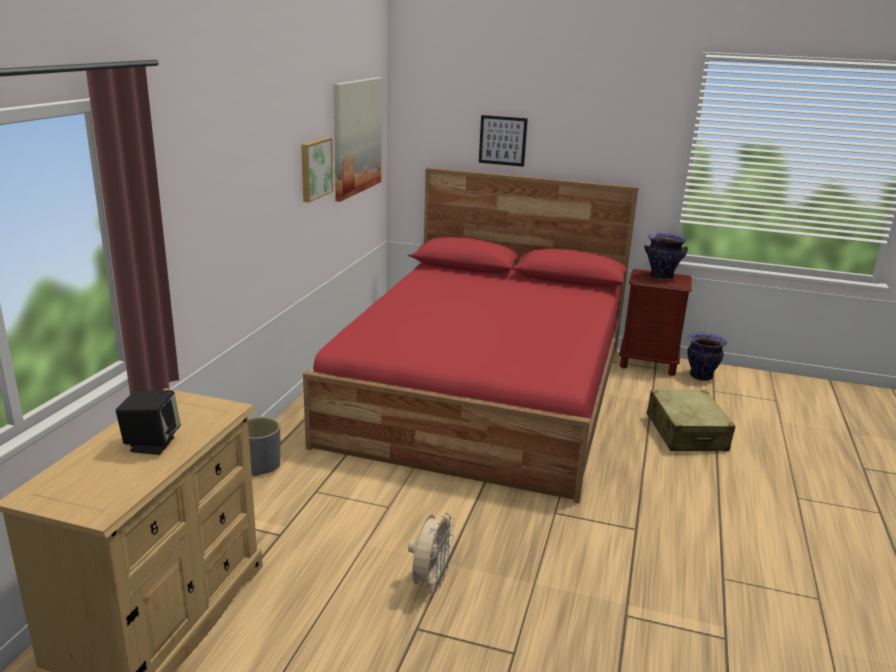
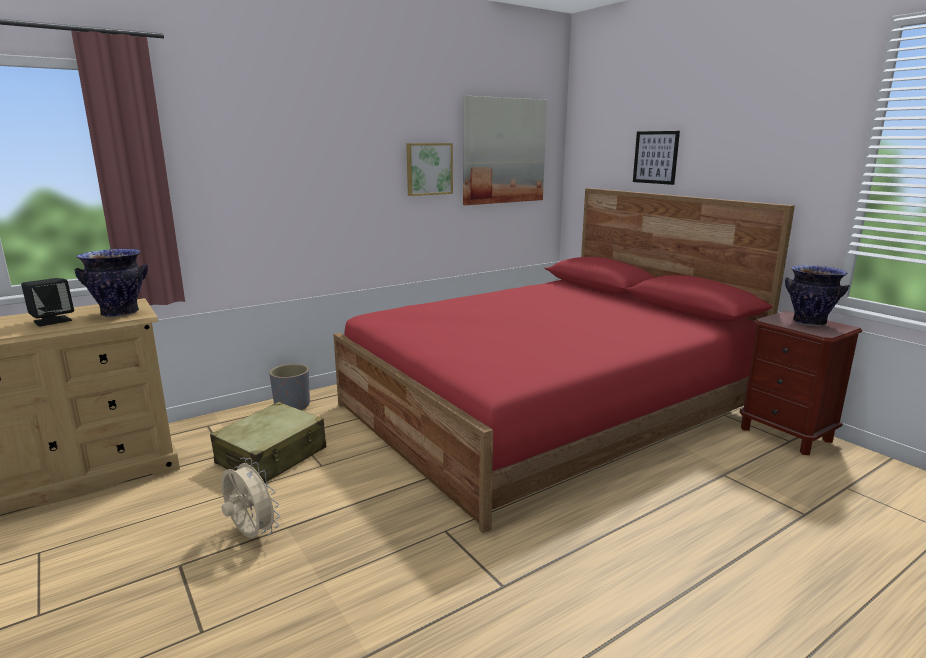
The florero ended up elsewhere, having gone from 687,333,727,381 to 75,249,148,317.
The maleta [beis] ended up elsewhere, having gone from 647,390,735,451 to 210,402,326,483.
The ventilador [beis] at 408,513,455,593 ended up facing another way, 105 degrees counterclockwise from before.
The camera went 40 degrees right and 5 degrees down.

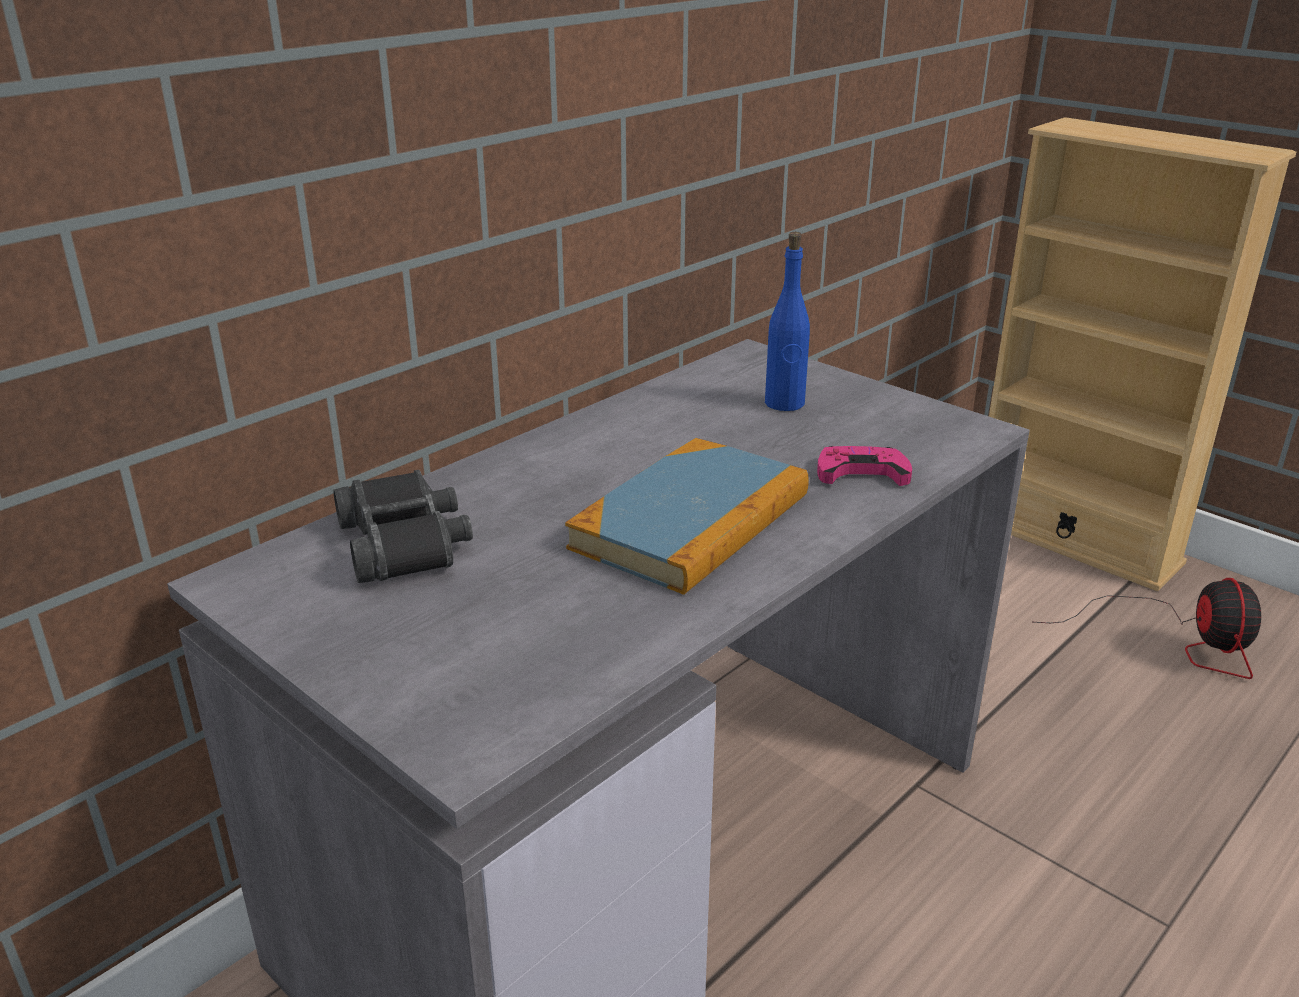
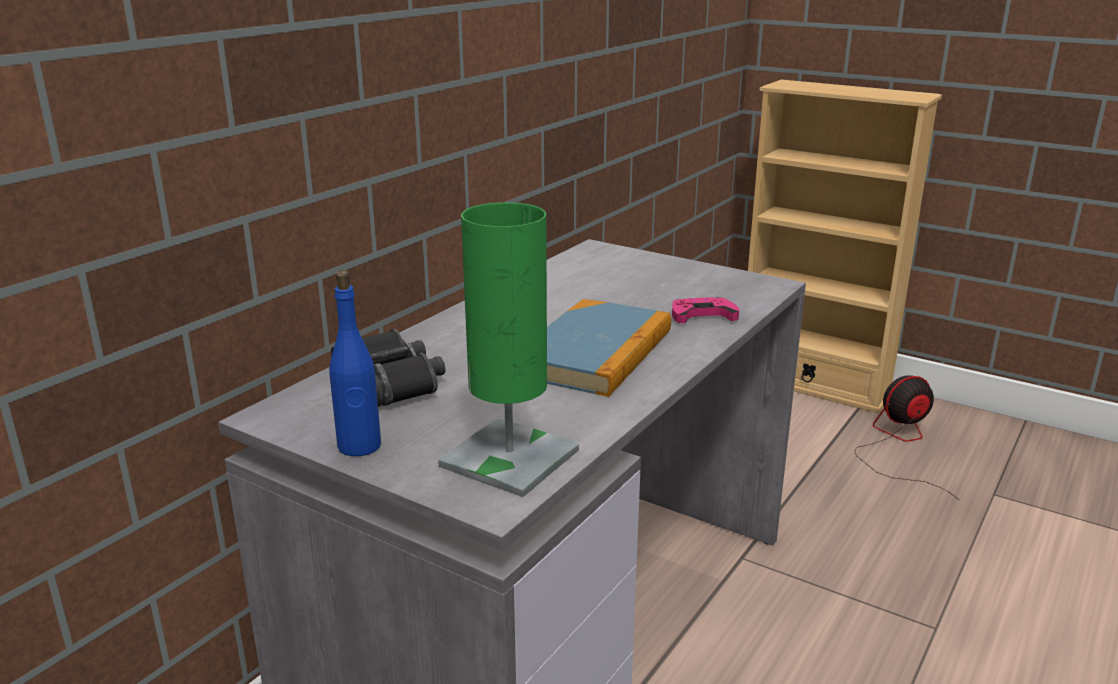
The botella [azul] ended up elsewhere, having gone from 765,232,810,411 to 329,270,381,456.
The ventilador at 1035,578,1261,679 ended up facing another way, 105 degrees counterclockwise from before.
The second view gained the lámpara de mesa [verde] at 438,202,579,497.
The camera went 10 degrees left and 5 degrees down.

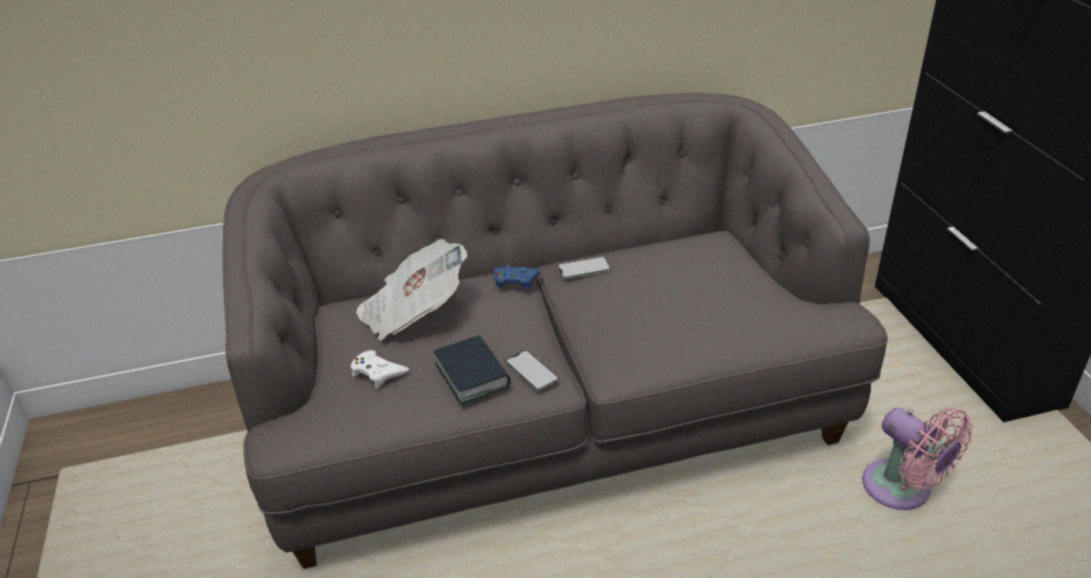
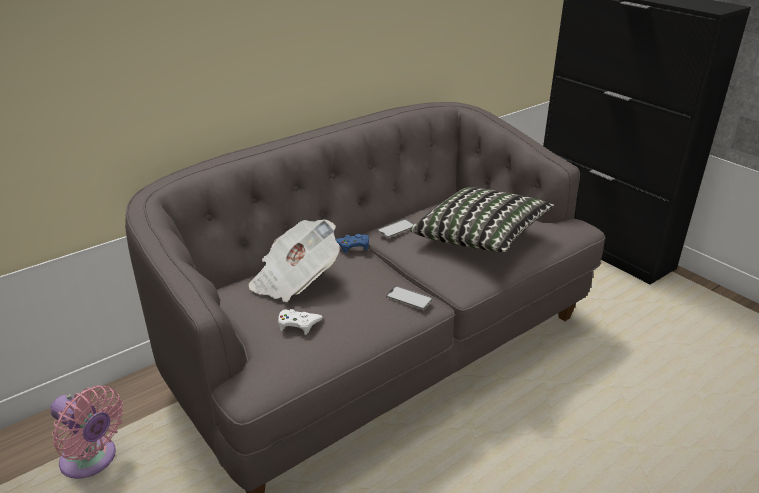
The second view lost the libro at 434,335,510,405.
The ventilador [rosa] ended up elsewhere, having gone from 862,408,973,510 to 50,385,124,479.
The second view gained the cojín at 410,187,554,252.
The camera went 25 degrees left and 5 degrees down.

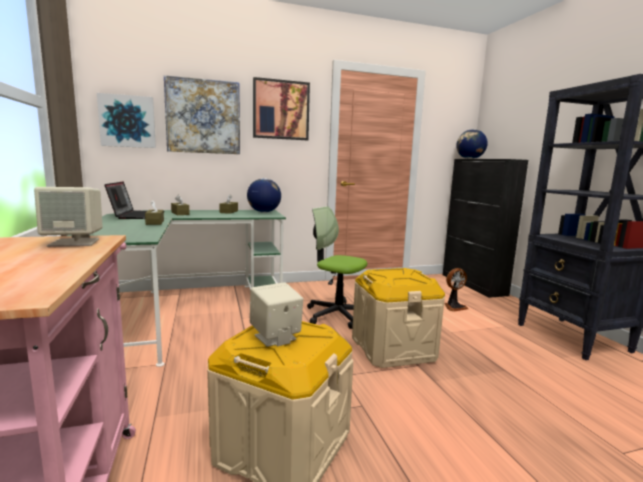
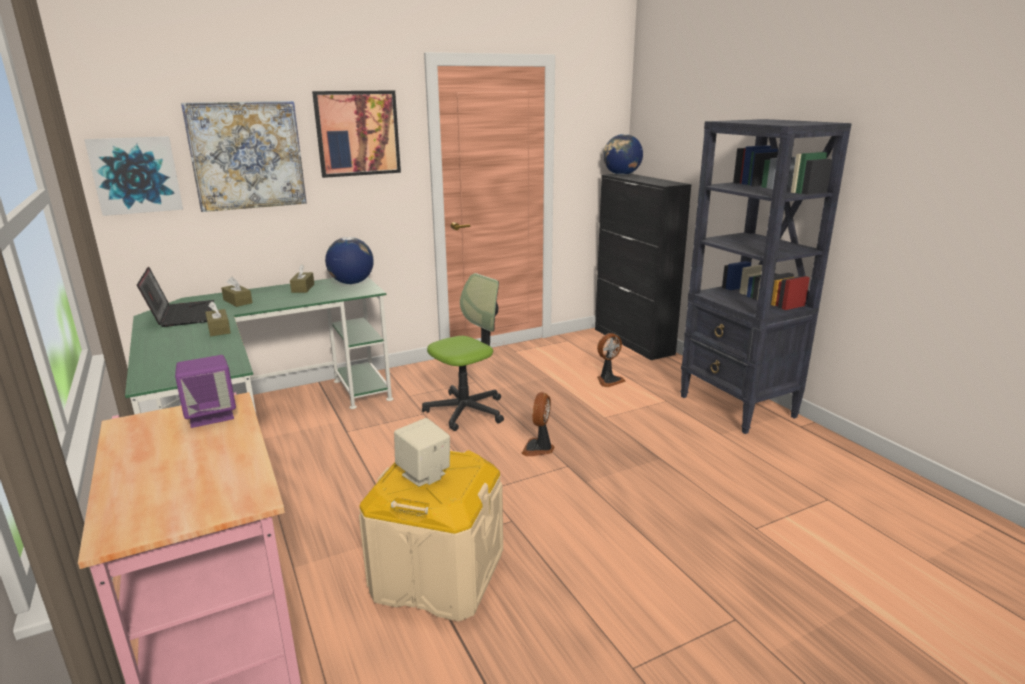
What was the altavoz [beis] at 34,187,103,247 turned into the altavoz [morado] at 175,355,236,428.
The silla de oficina at 307,206,367,329 ended up facing another way, 120 degrees clockwise from before.
Where the caja de almacenaje [beis] stood at 352,268,445,368, the ventilador came to stand at 521,392,554,456.
The camera went 10 degrees left and 10 degrees up.

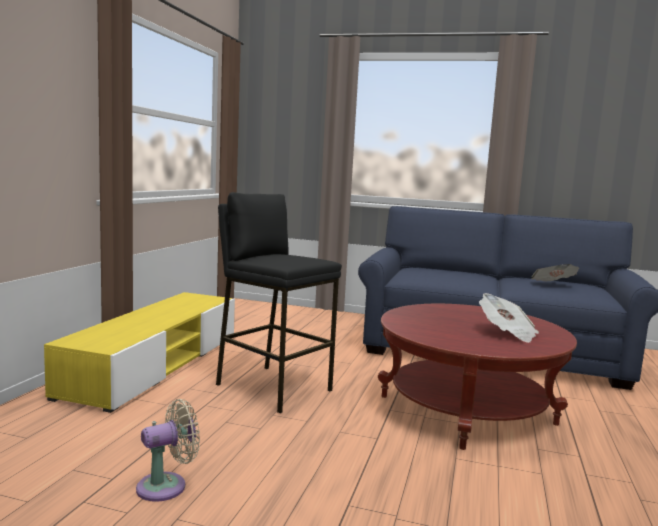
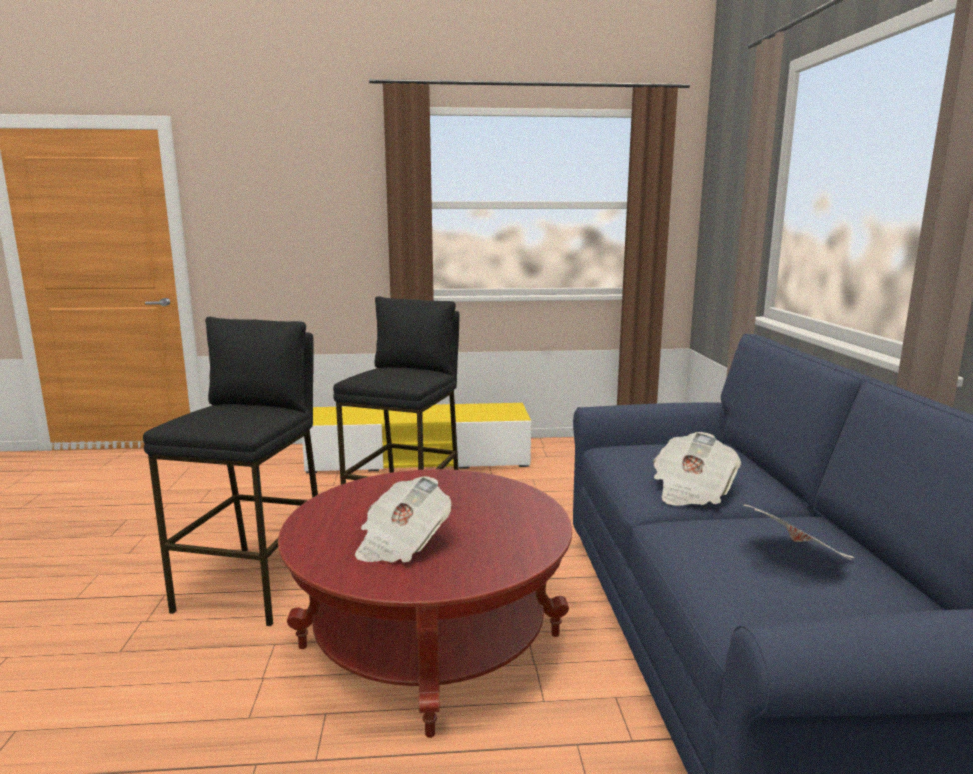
The second view lost the ventilador [beis] at 136,399,200,502.
The second view gained the taburete [negro] at 143,317,318,626.
The second view gained the periódico at 653,432,741,506.
The camera went 70 degrees right and 5 degrees up.

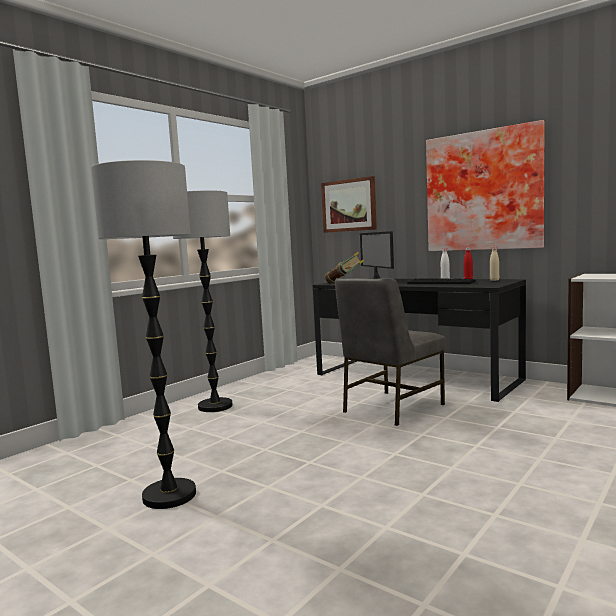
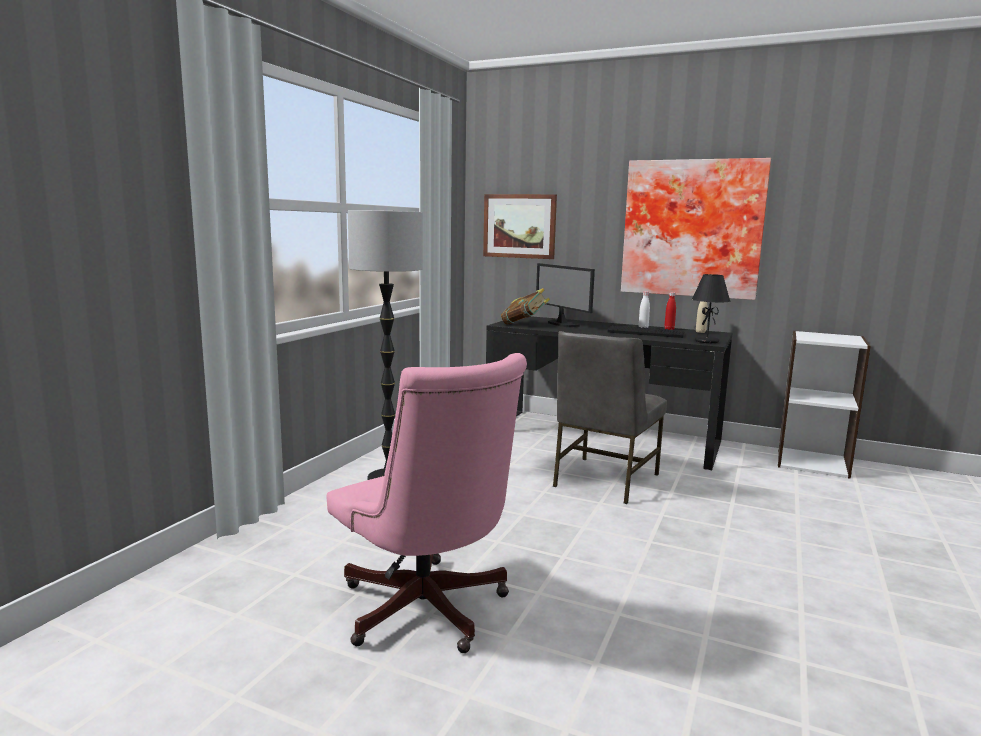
Where the lámpara de pie stood at 91,160,196,509, the silla de oficina [rosa] came to stand at 326,353,527,653.
The second view gained the lámpara de mesa [negro] at 692,274,730,343.
The camera went 15 degrees left and 5 degrees up.

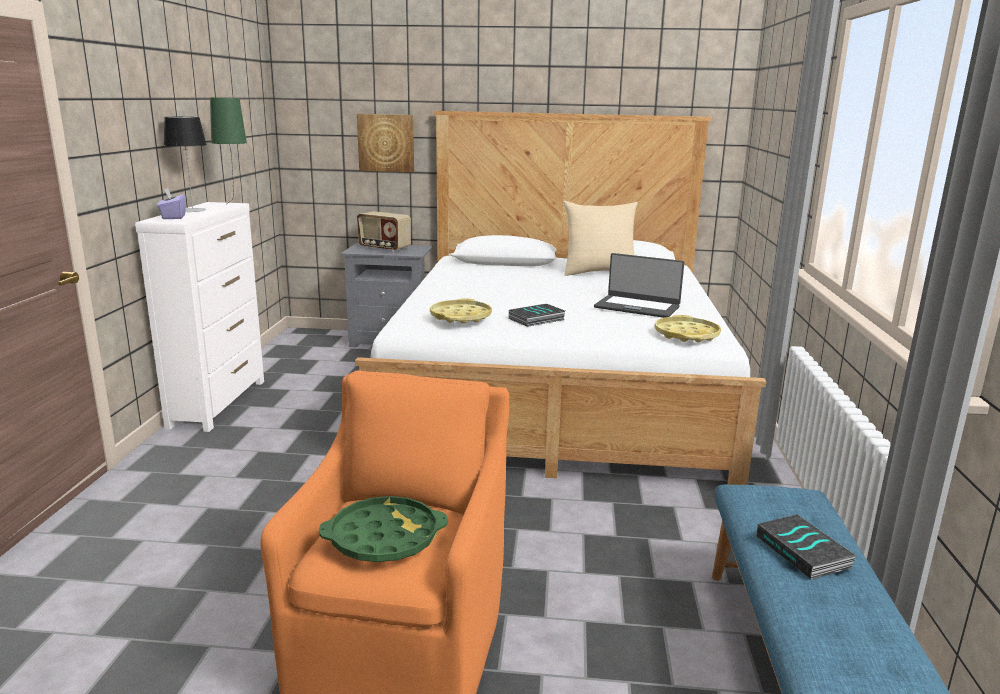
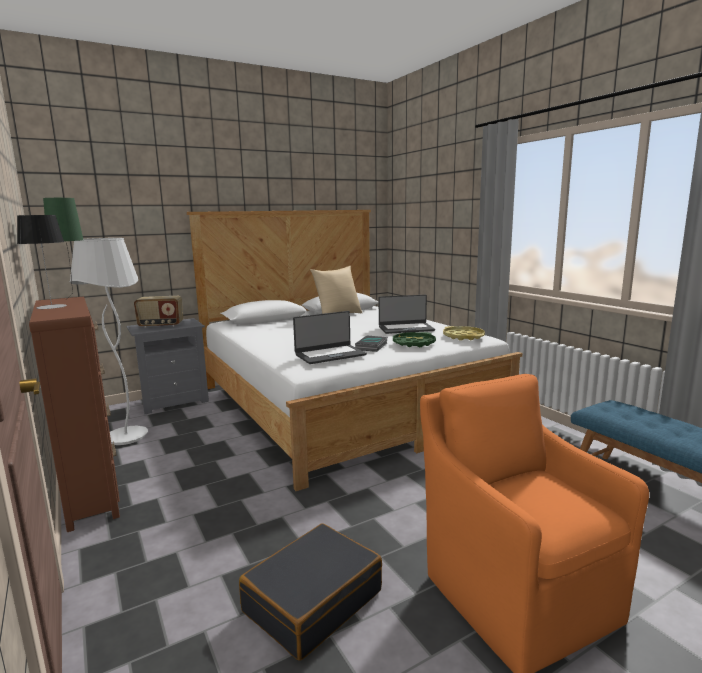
The second view lost the cuadro at 357,114,414,173.
The second view lost the caja de pañuelos [morado] at 157,188,186,219.
What was the cómoda [blanco] at 135,202,264,432 turned into the cómoda [marrón] at 29,297,120,532.
Where the bandeja [amarillo] stood at 430,298,492,324, the portátil came to stand at 293,311,367,364.
The bandeja [verde] ended up elsewhere, having gone from 319,496,448,562 to 393,332,436,347.
The second view lost the libro at 756,514,856,580.
The second view gained the lámpara de pie [blanco] at 70,238,148,445.
The second view gained the maleta [negro] at 239,523,382,661.
The camera went 35 degrees left and 5 degrees down.

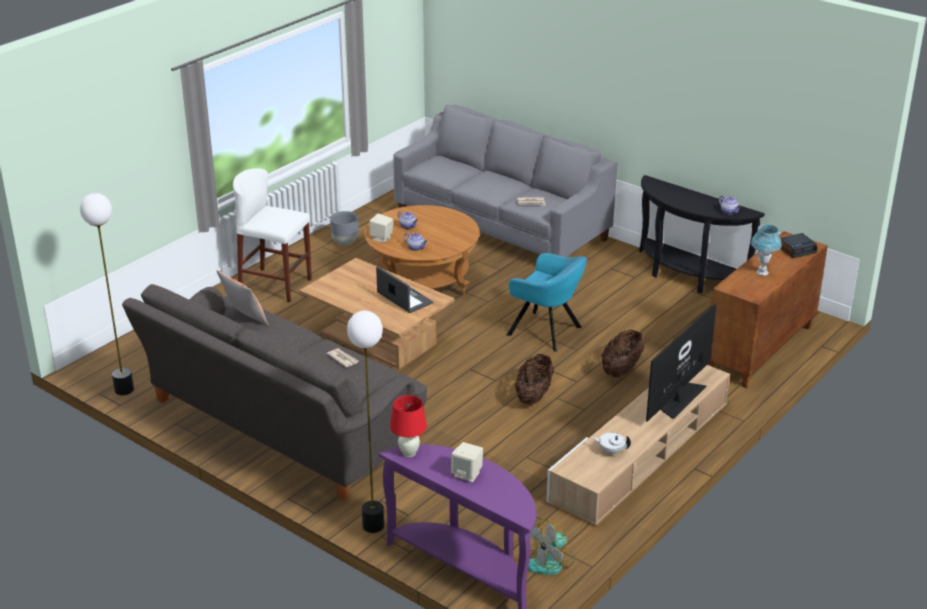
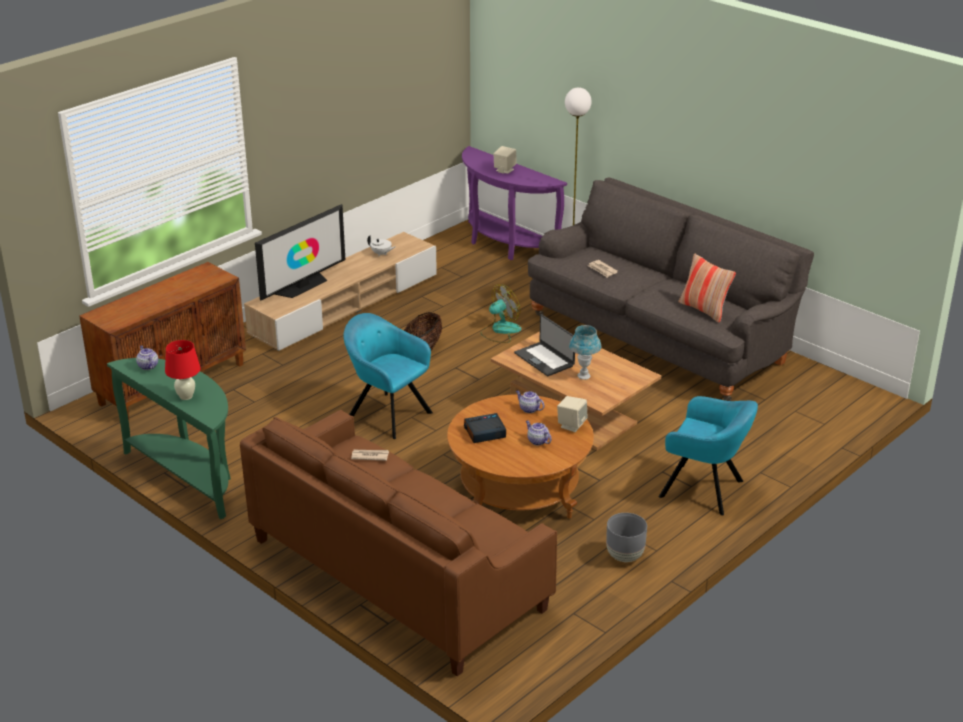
What was the sofá [gris] at 393,105,617,257 turned into the sofá [marrón] at 240,410,557,676.
Where the taburete [blanco] stood at 233,168,312,302, the sillón [turquesa] came to stand at 659,396,758,515.
What was the mesa consola [negro] at 639,175,765,293 turned into the mesa consola [verde] at 107,358,231,519.
The second view lost the lámpara de pie at 80,193,134,395.
The lámpara de mesa [azul] ended up elsewhere, having gone from 751,224,781,276 to 569,325,601,380.
The despertador ended up elsewhere, having gone from 780,233,817,258 to 464,413,506,443.
The second view lost the cesta at 602,330,644,377.
The lámpara de mesa [rojo] ended up elsewhere, having gone from 390,395,427,457 to 165,340,201,400.
The ventilador ended up elsewhere, having gone from 528,519,576,575 to 480,284,521,343.
The camera went 175 degrees left and 0 degrees up.

